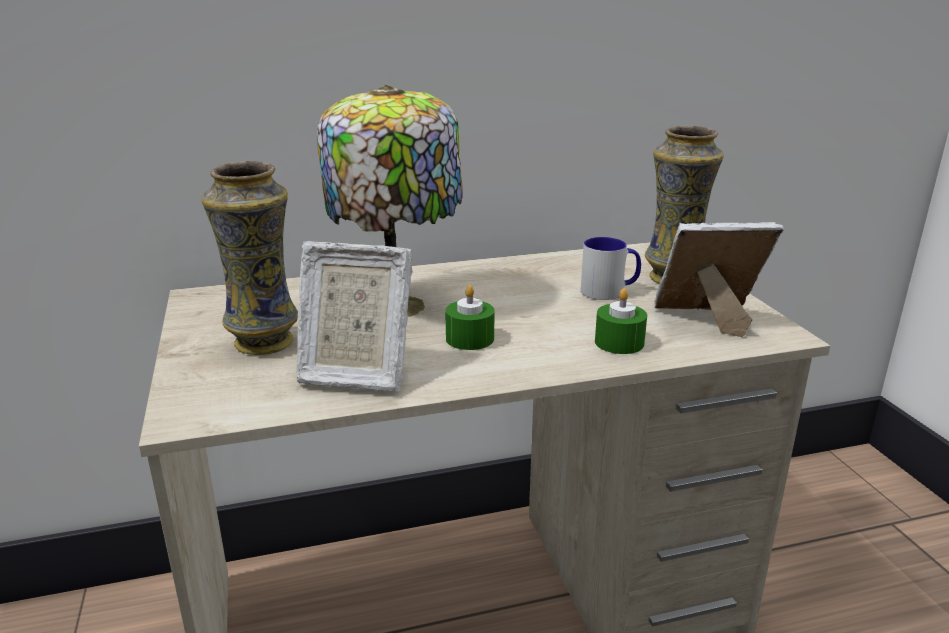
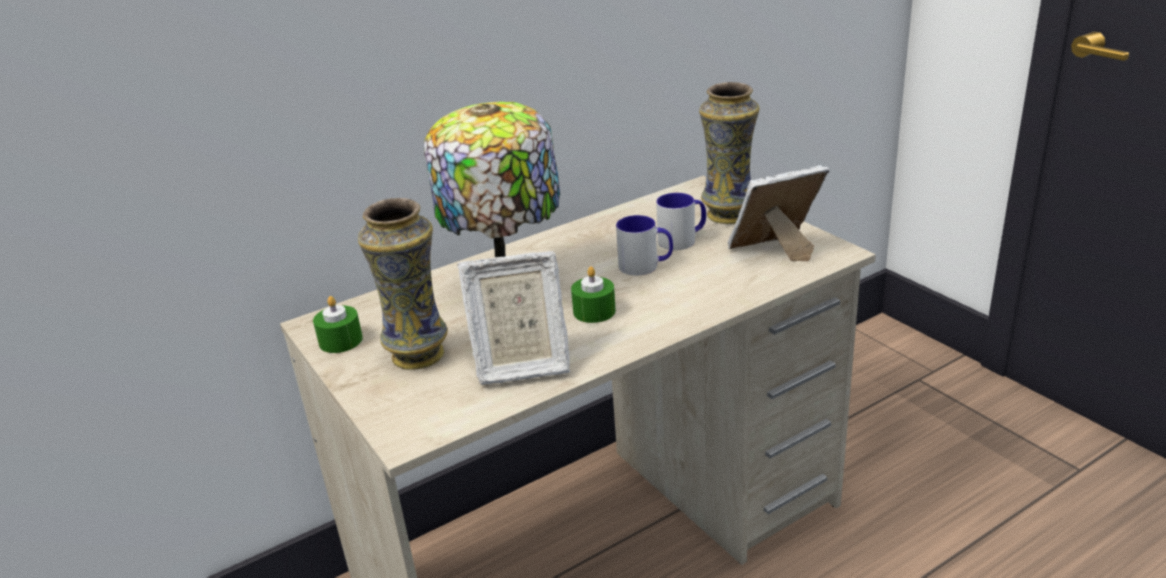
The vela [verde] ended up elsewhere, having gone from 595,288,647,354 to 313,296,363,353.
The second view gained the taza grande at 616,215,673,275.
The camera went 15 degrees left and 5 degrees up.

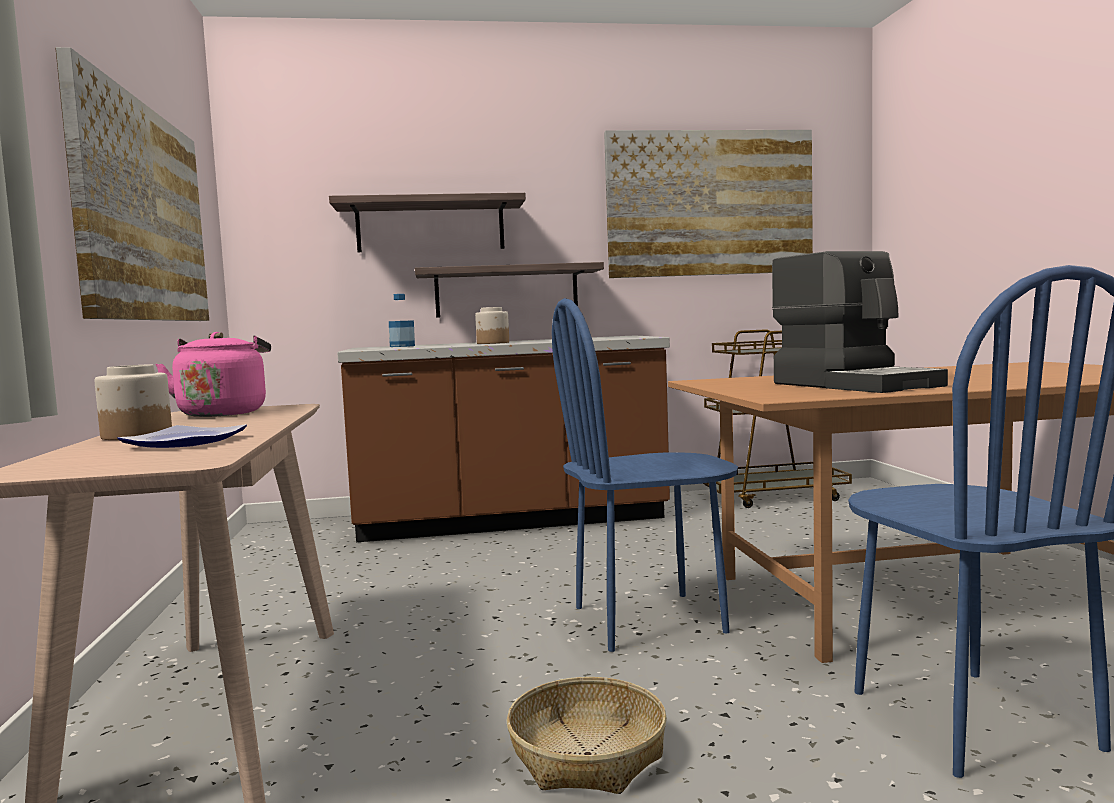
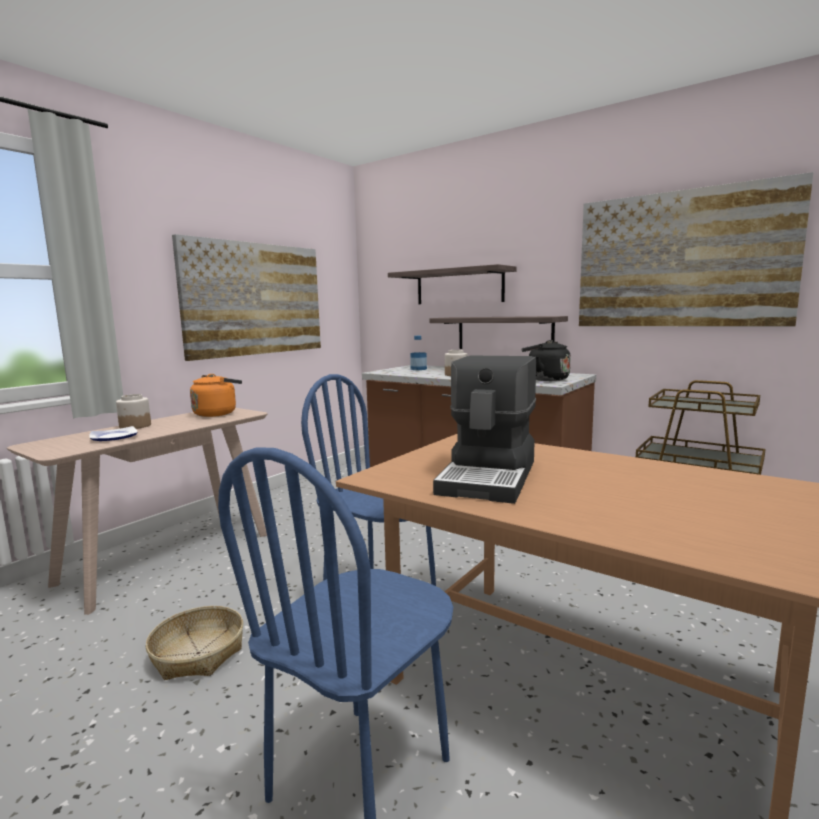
What was the hervidor [rosa] at 155,332,271,417 turned into the hervidor [naranja] at 190,374,242,417.
The second view gained the hervidor [negro] at 521,340,571,381.
The camera went 45 degrees right and 5 degrees up.

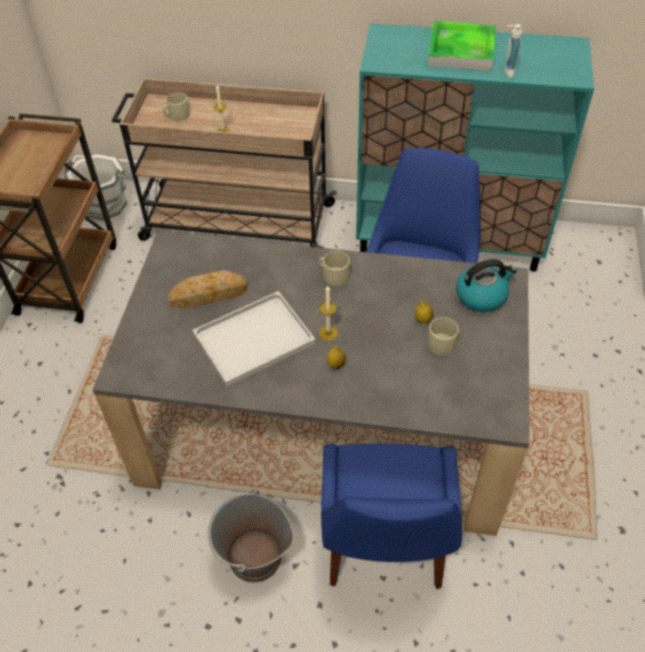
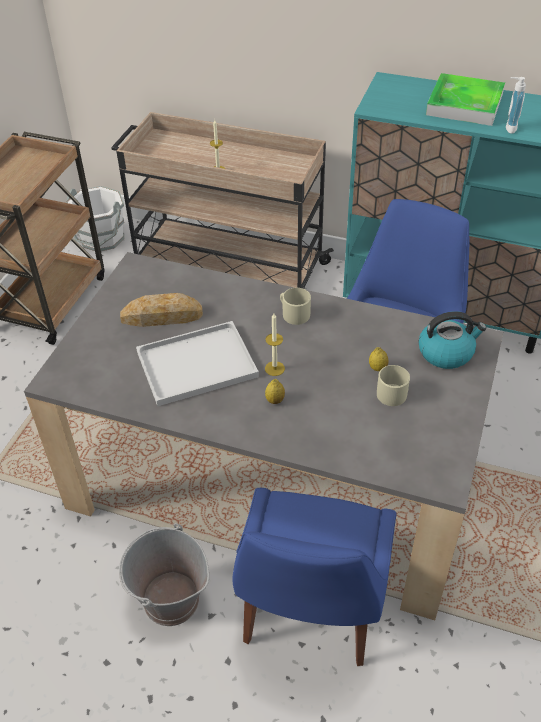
The second view lost the taza grande [beis] at 162,92,190,121.
The camera went 10 degrees right and 5 degrees down.

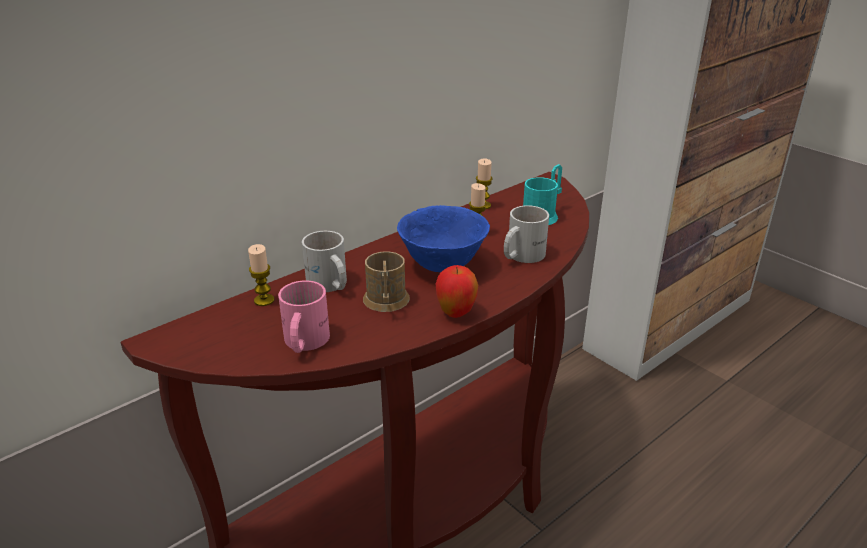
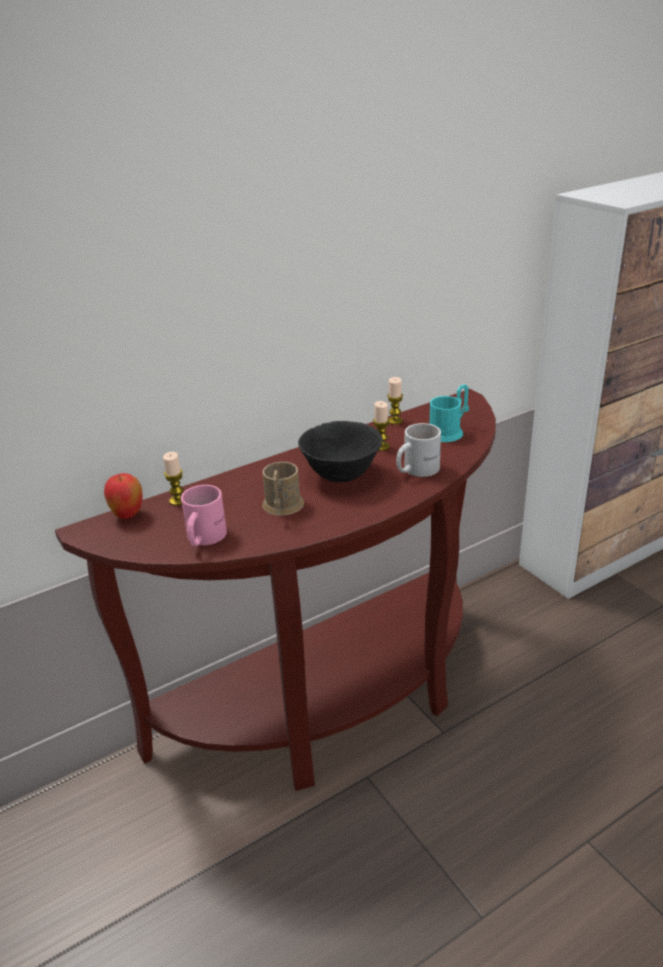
What was the cuenco [azul] at 397,205,490,272 turned into the cuenco [negro] at 298,421,383,482.
The second view lost the taza grande [blanco] at 302,231,347,292.
The manzana ended up elsewhere, having gone from 436,265,478,318 to 104,473,143,519.
The camera went 10 degrees right and 0 degrees up.

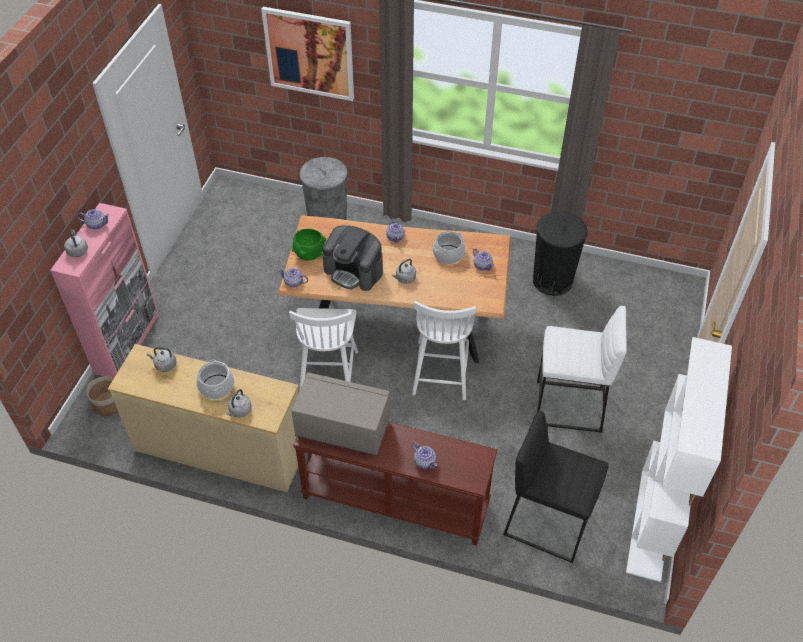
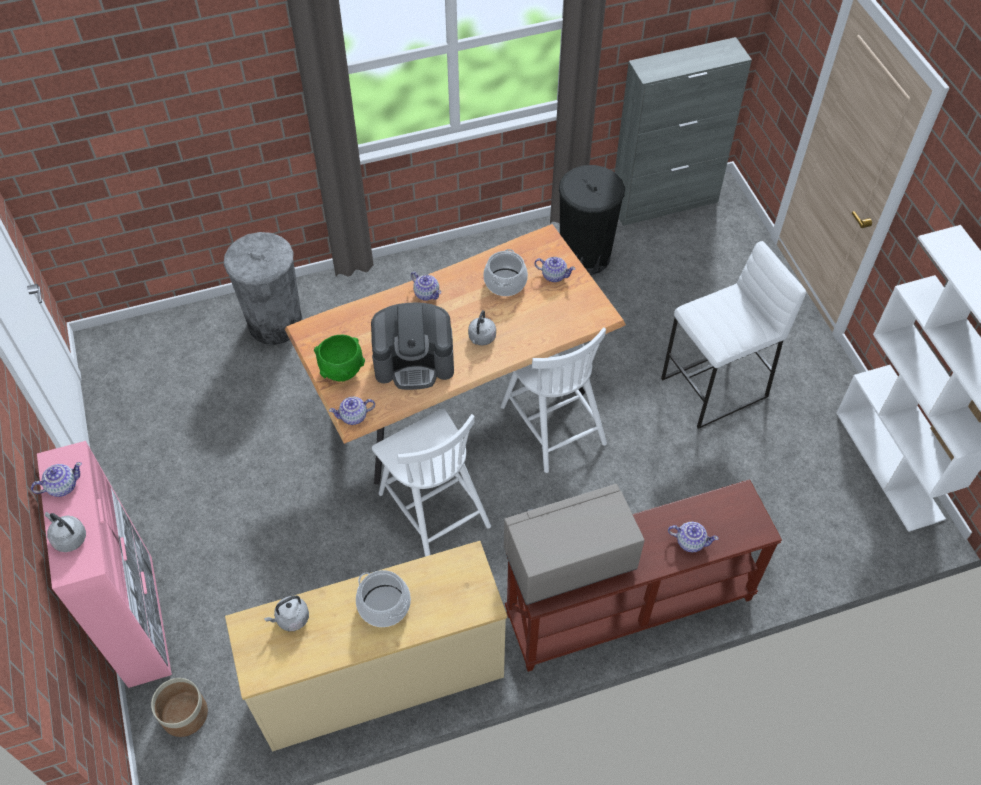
The second view lost the cuadro at 261,7,354,101.
The second view lost the hervidor [gris] at 226,389,252,417.
The second view lost the taburete [negro] at 503,411,609,563.
The second view gained the armario [gris] at 615,37,752,226.
The camera went 35 degrees left and 5 degrees up.

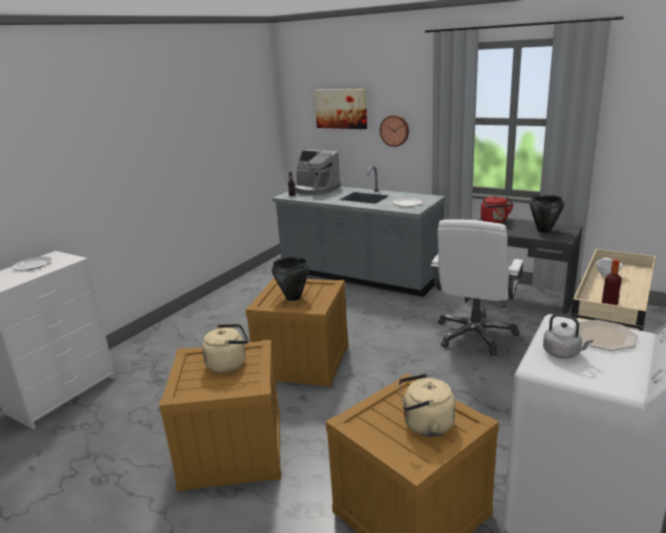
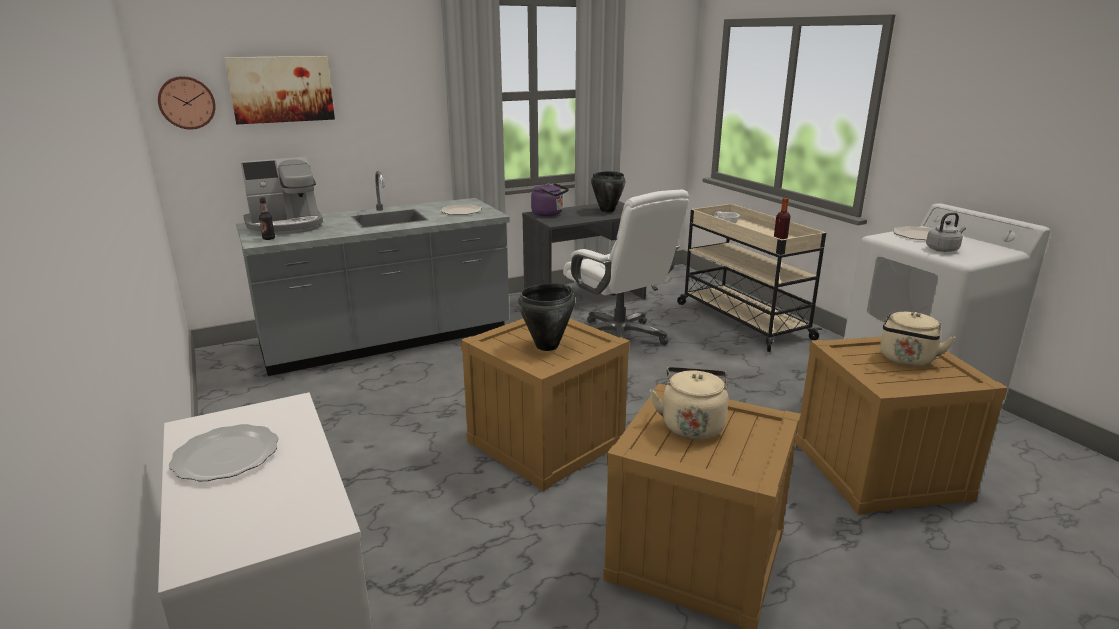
The reloj de pared ended up elsewhere, having gone from 380,115,409,147 to 158,76,216,130.
What was the hervidor [rojo] at 481,196,514,223 turned into the hervidor [morado] at 531,183,569,216.
The camera went 60 degrees left and 0 degrees up.

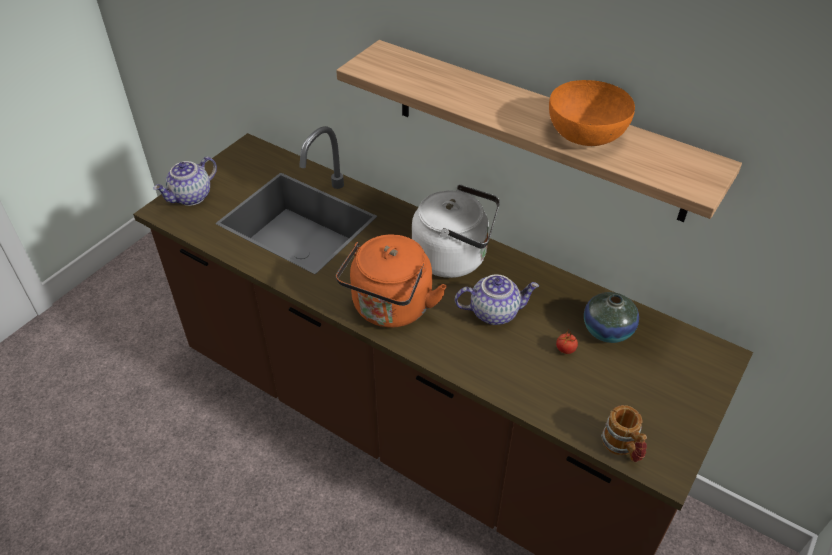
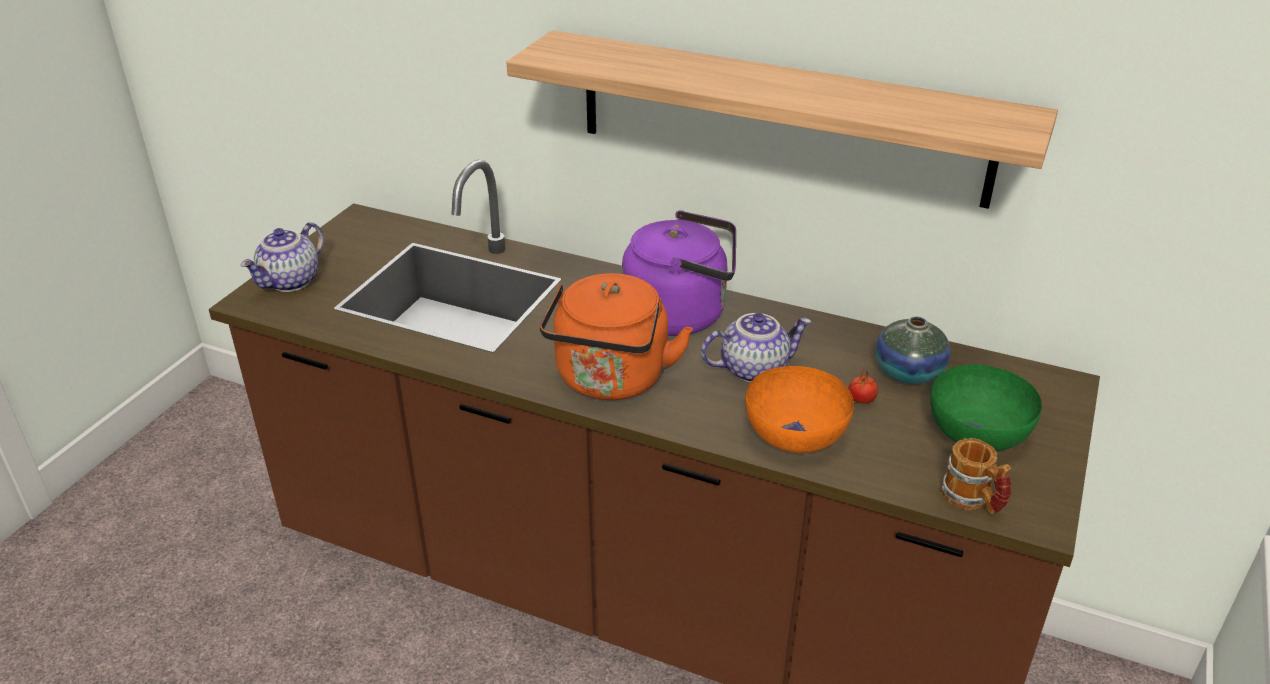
The cuenco [naranja] ended up elsewhere, having gone from 549,80,635,146 to 745,366,854,453.
What was the hervidor [blanco] at 412,184,500,278 turned into the hervidor [morado] at 622,210,736,336.
The second view gained the cuenco [verde] at 930,364,1042,451.
The camera went 10 degrees left and 10 degrees down.

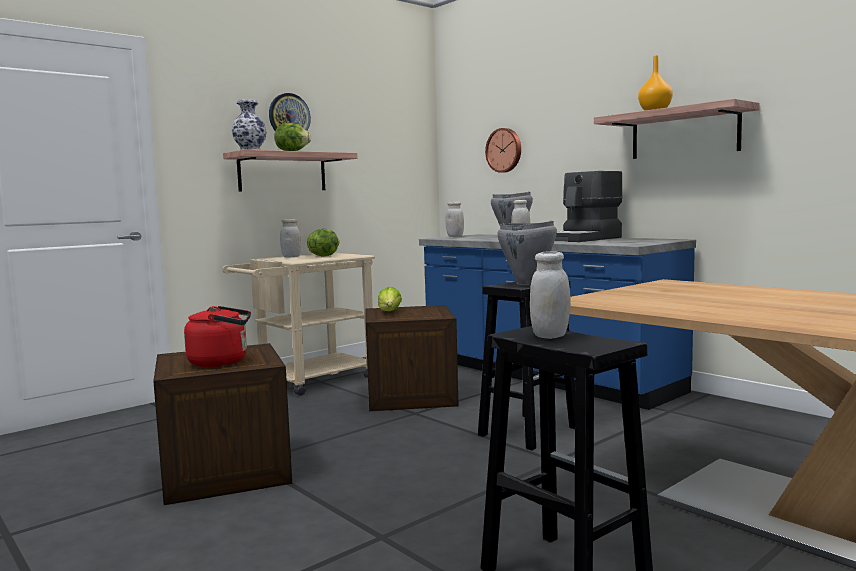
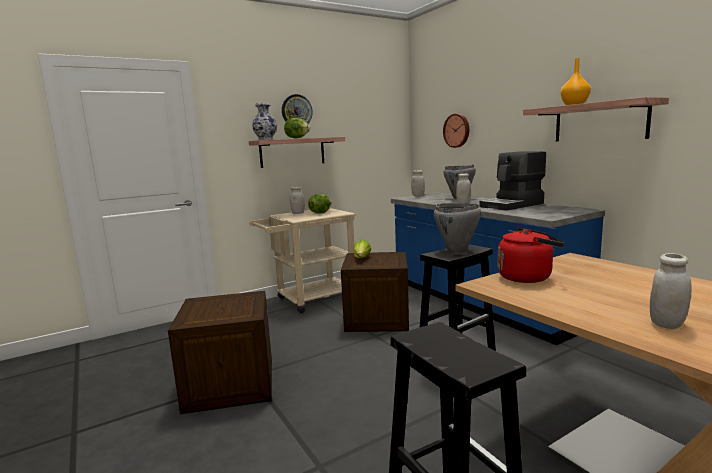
The tarro [blanco] ended up elsewhere, having gone from 530,251,571,339 to 650,253,692,329.
The hervidor [rojo] ended up elsewhere, having gone from 184,306,251,367 to 497,228,564,283.
The camera went 10 degrees right and 5 degrees up.

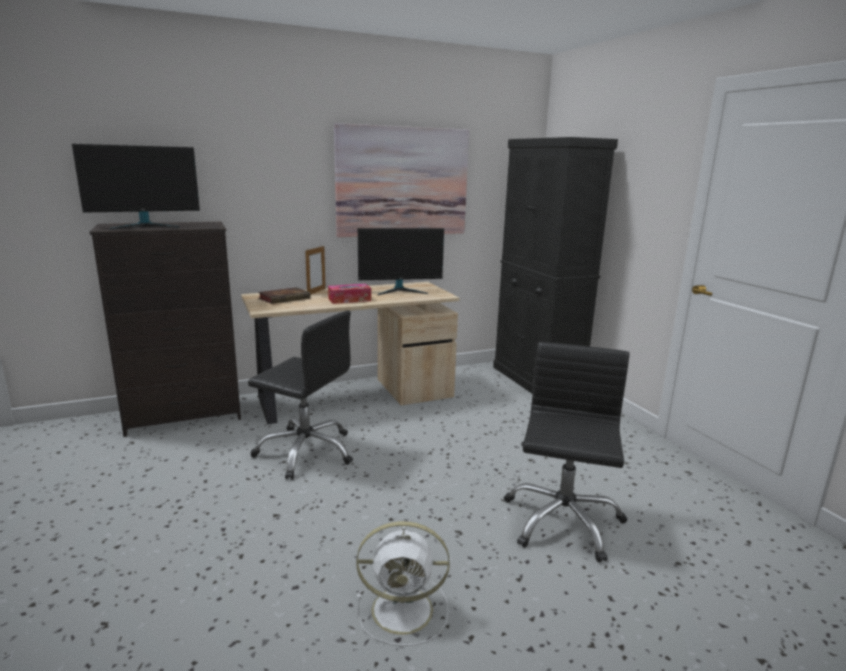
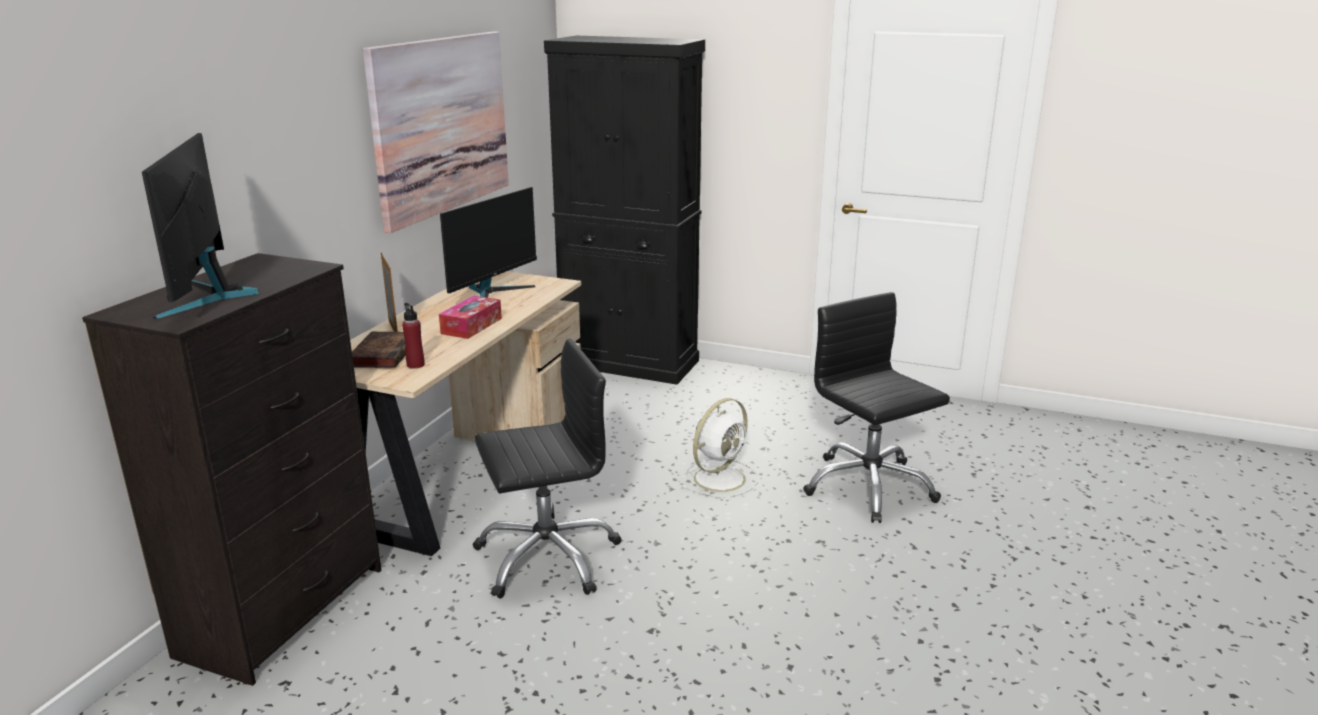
The monitor at 72,144,200,230 ended up facing another way, 150 degrees clockwise from before.
The ventilador [blanco] ended up elsewhere, having gone from 356,521,450,646 to 681,398,758,498.
The second view gained the botella [rojo] at 402,303,425,369.
The camera went 45 degrees left and 5 degrees up.

